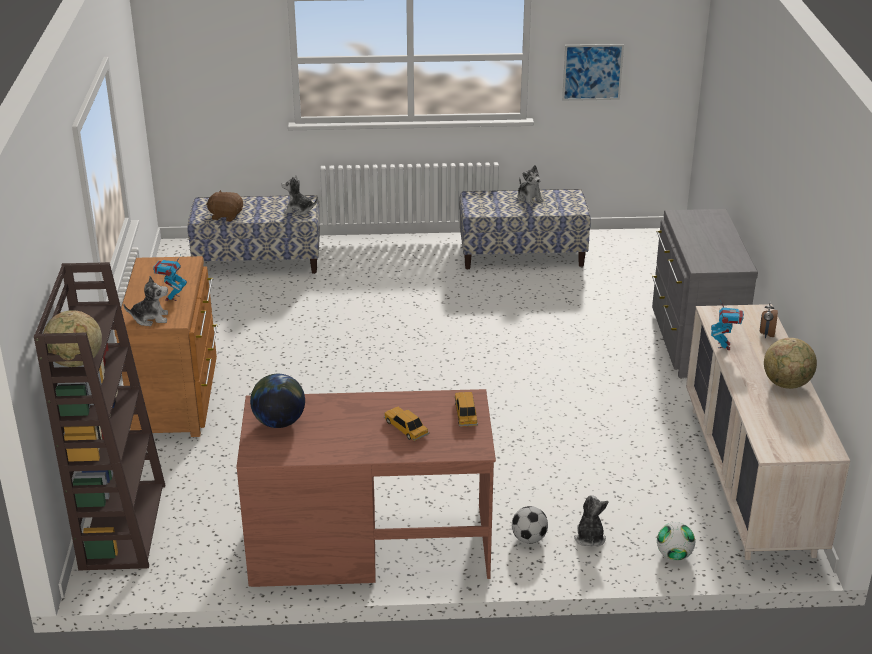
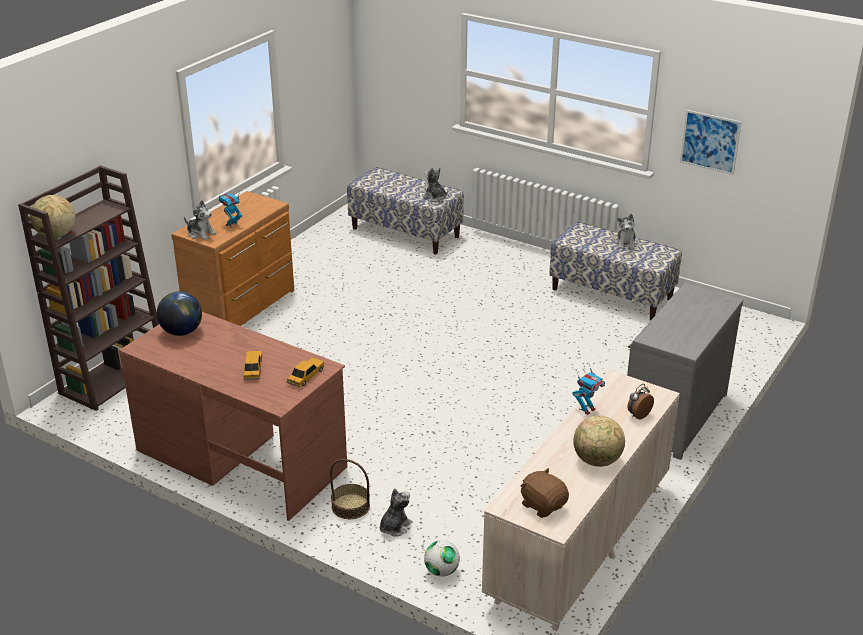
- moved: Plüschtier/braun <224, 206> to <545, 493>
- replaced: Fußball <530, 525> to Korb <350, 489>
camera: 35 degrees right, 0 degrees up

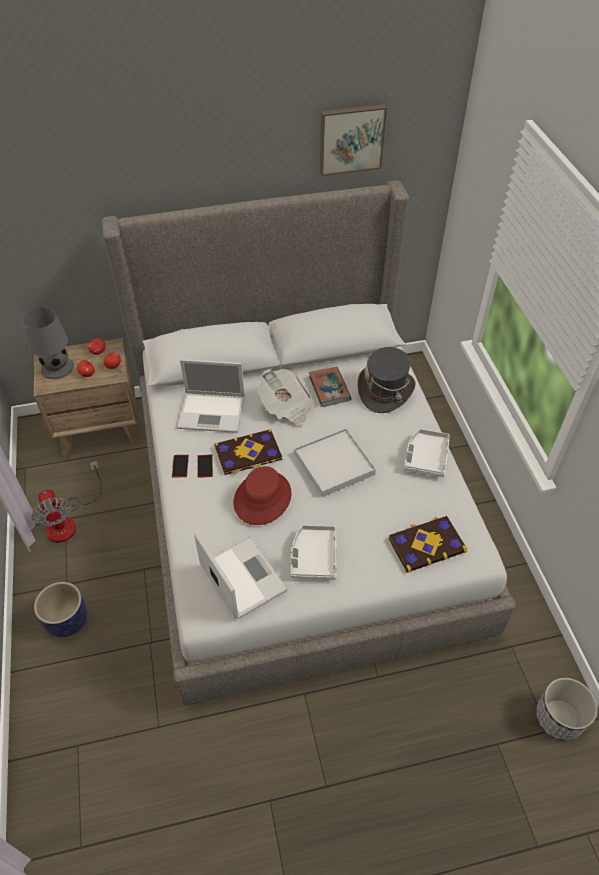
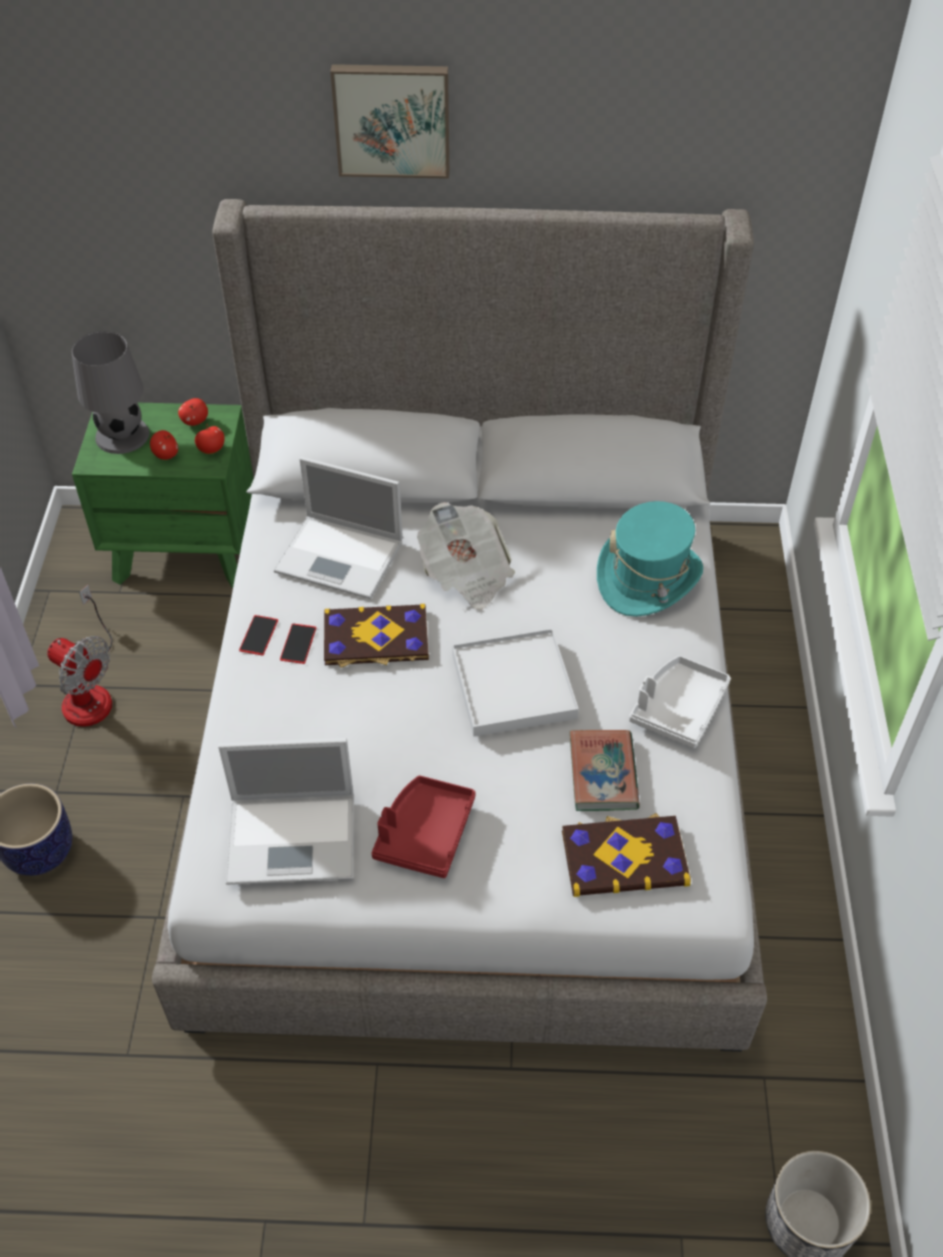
- turned: Ventilator <66, 502> = <79, 656> 45 degrees counterclockwise
- recoloured: Nachttisch/braun <87, 397> to Nachttisch/grün <163, 495>
- turned: Laptop <241, 575> = <286, 811> 105 degrees clockwise
- removed: Hut/rot <262, 495>
- recoloured: Tablett/weiß <313, 552> to Tablett/rot <423, 826>
- moved: Buch <330, 387> to <605, 770>
- moved: Bild <353, 140> to <389, 121>
- recoloured: Hut/grau <386, 380> to Hut/türkis <650, 559>
camera: 15 degrees right, 0 degrees up

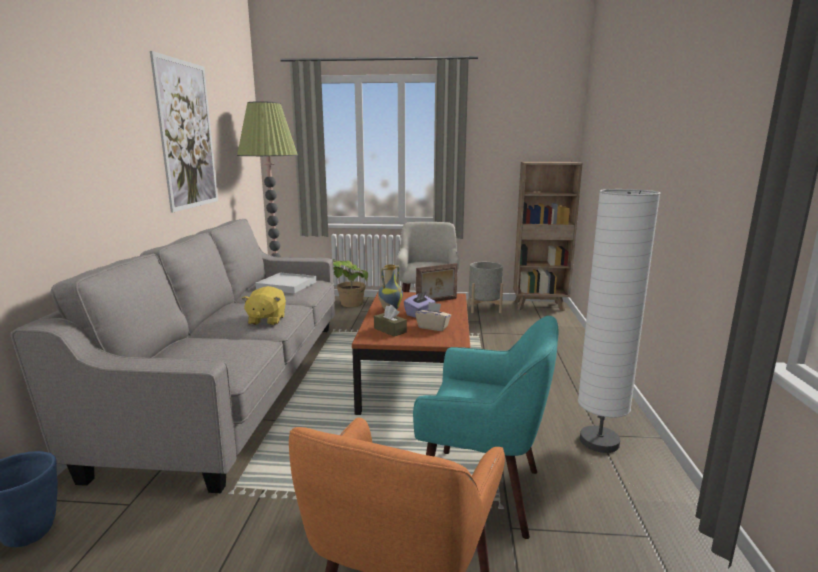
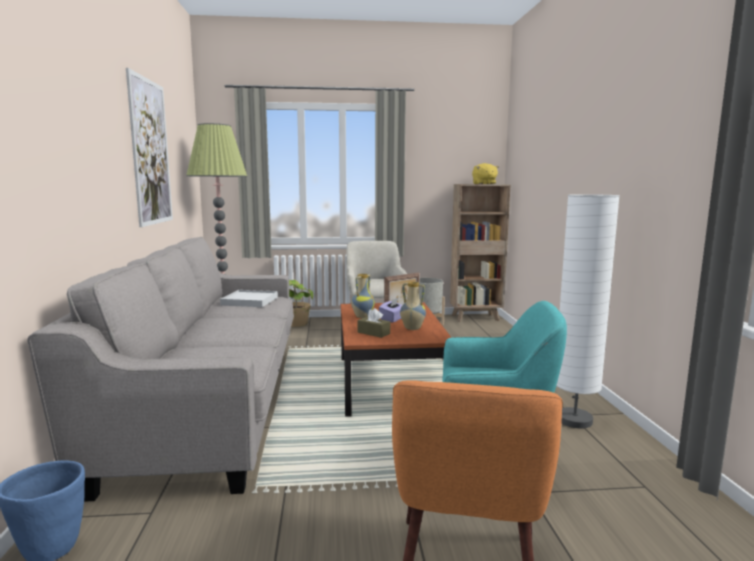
- moved: Plüschtier/gelb <264, 305> to <485, 173>
- replaced: Taschentuchbox/beige <433, 316> to Vase <413, 306>
camera: 10 degrees left, 5 degrees down

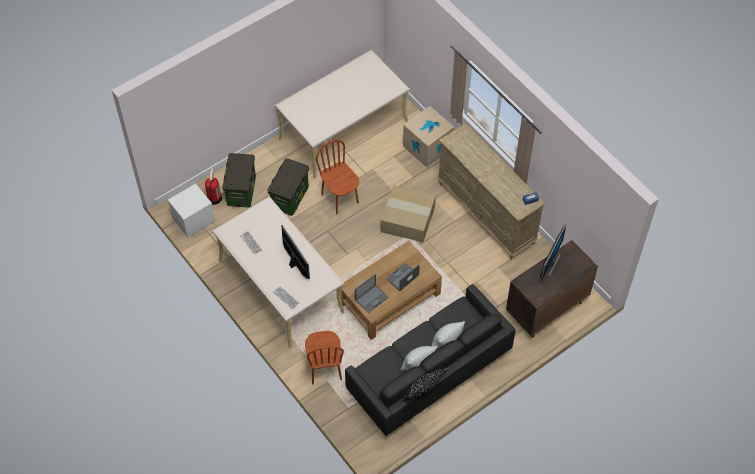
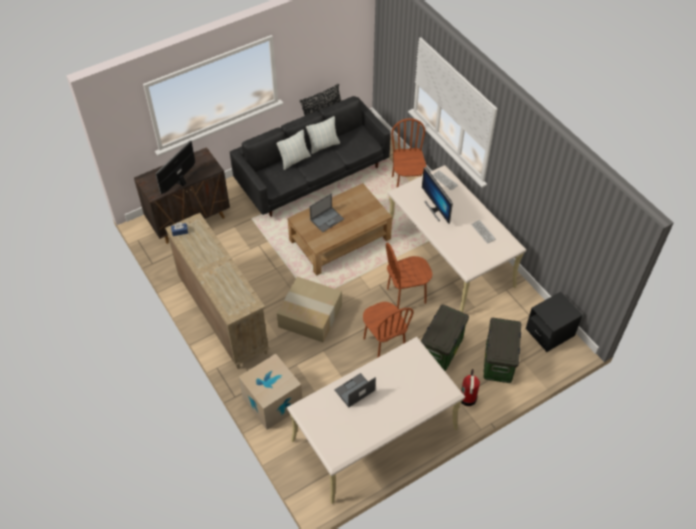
- recoloured: Nachttisch/weiß <191, 210> to Nachttisch/schwarz <554, 322>
- moved: Feuerlöscher <213, 186> to <470, 387>
- moved: Laptop <372, 293> to <355, 390>
- added: Stuhl/braun <409, 276>
camera: 175 degrees left, 5 degrees down

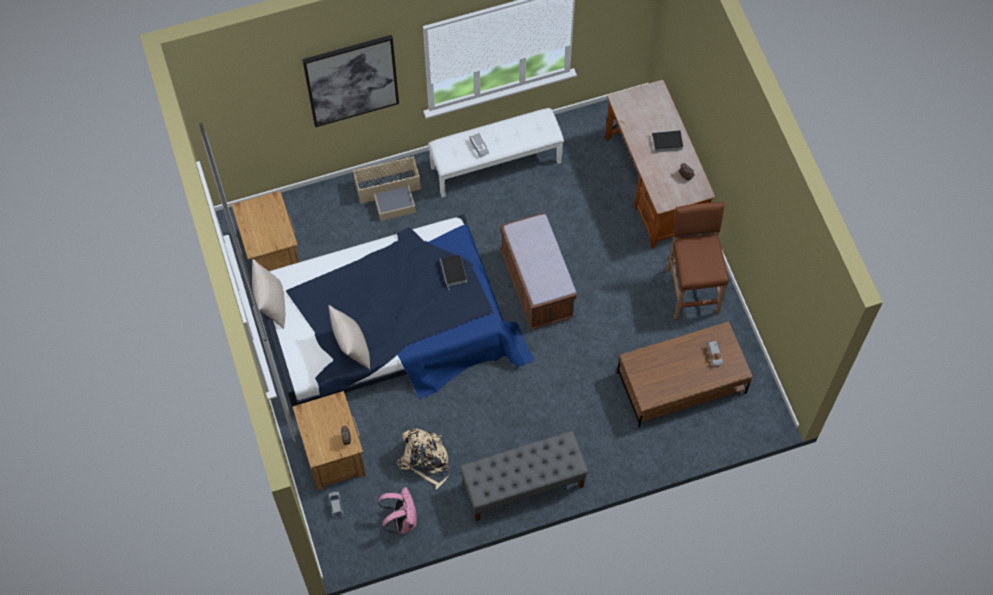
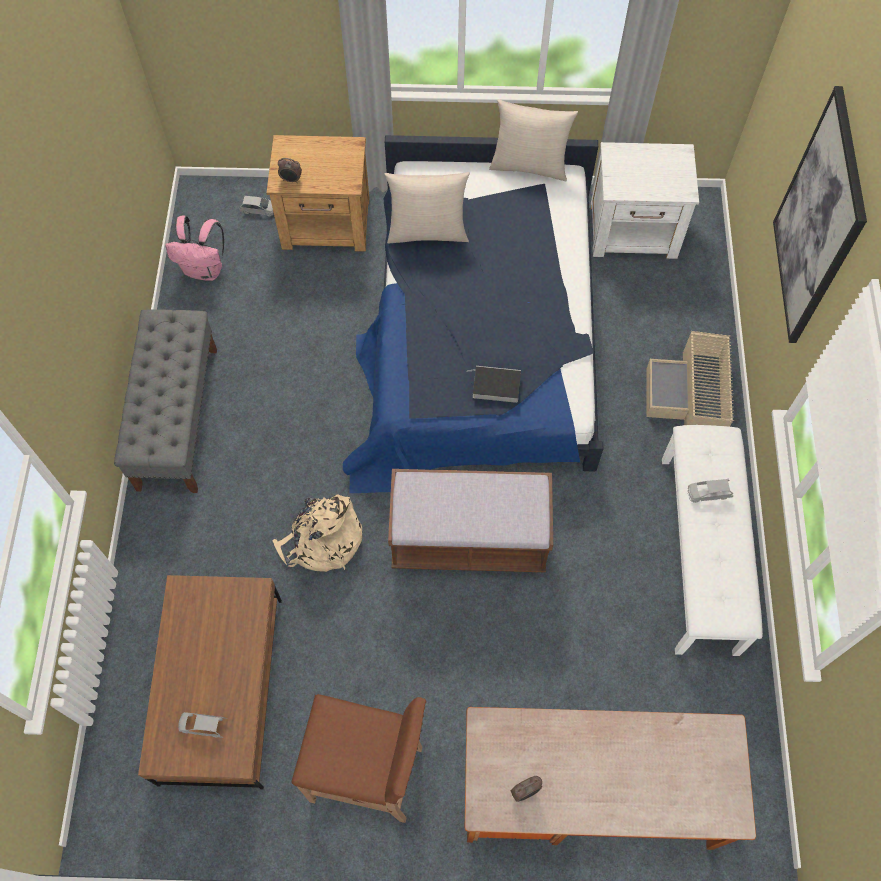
- recoloured: Nachttisch/braun <265, 231> to Nachttisch/weiß <645, 200>
- moved: Rucksack/beige <424, 459> to <317, 533>
- removed: Buch <666, 141>
camera: 110 degrees right, 0 degrees up

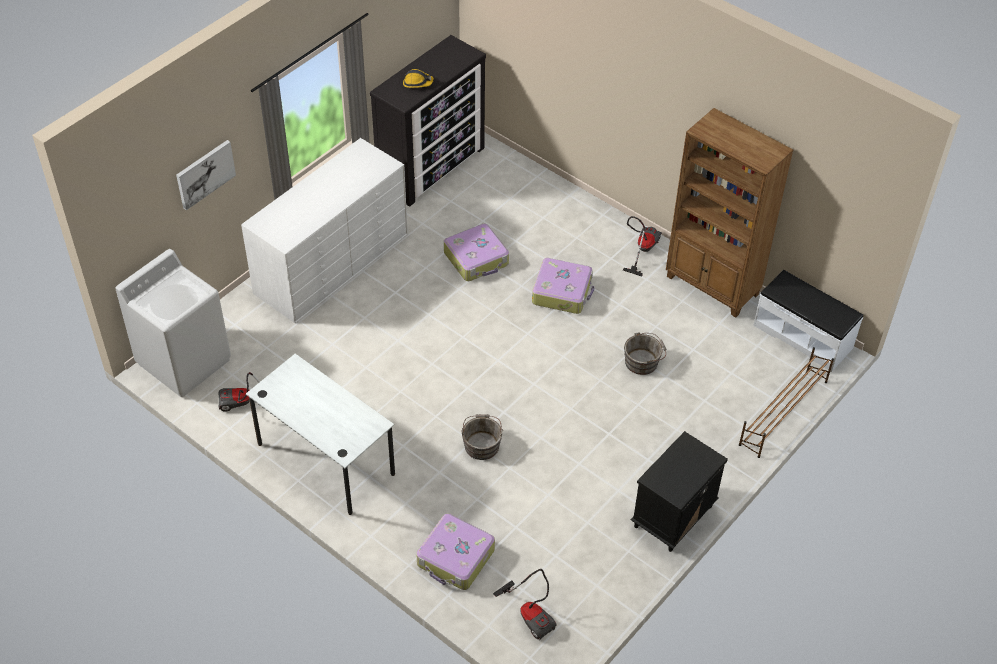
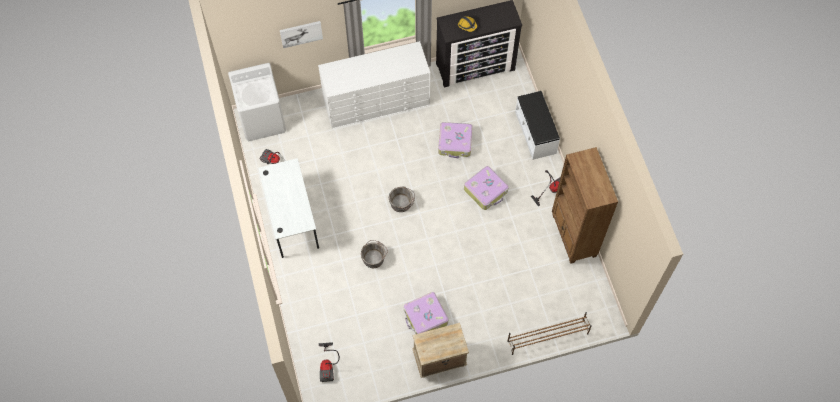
- moved: Koffer <455, 552> to <426, 313>
- moved: Eimer/grau <645, 353> to <402, 199>
- recoloured: Nachttisch/schwarz <679, 491> to Nachttisch/beige <440, 350>
- moved: Bank/weiß <808, 321> to <537, 125>
camera: 35 degrees right, 15 degrees up

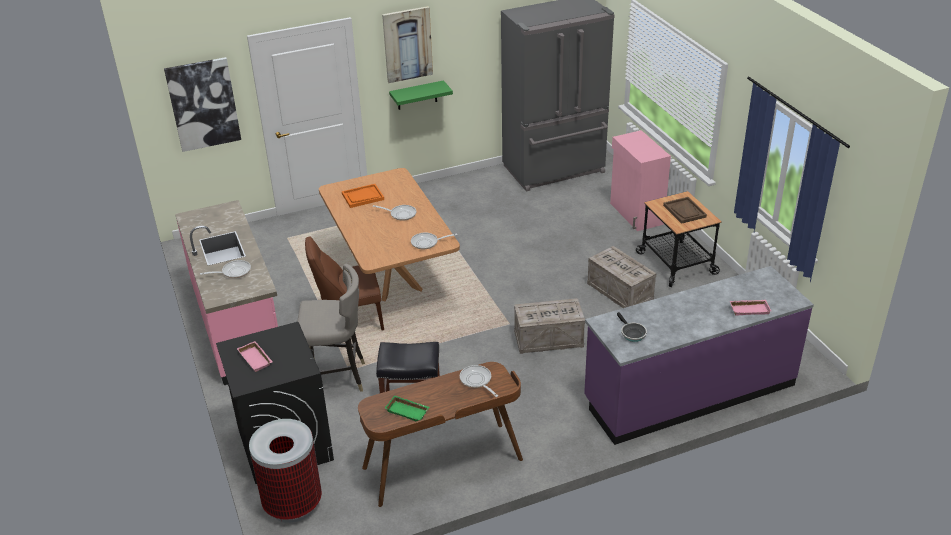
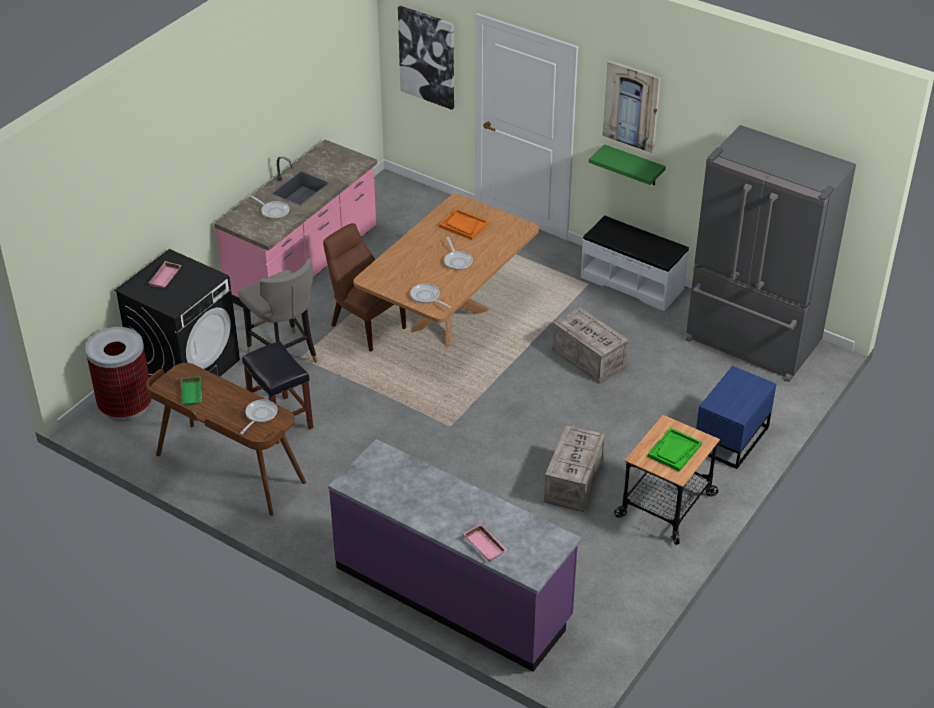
- moved: Kiste <549, 326> to <590, 345>
- replaced: Schrank/rosa <640, 180> to Nachttisch/blau <736, 417>
- removed: Pfanne <632, 327>
- recoloured: Tablett/braun <685, 210> to Tablett/grün <675, 449>
- added: Bank/weiß <635, 263>
camera: 55 degrees right, 5 degrees up

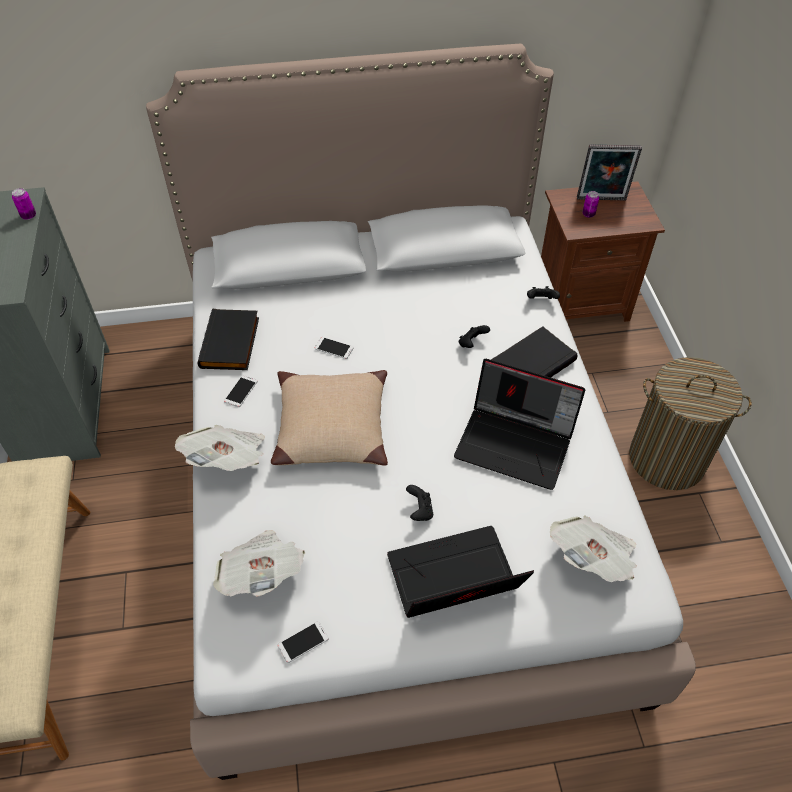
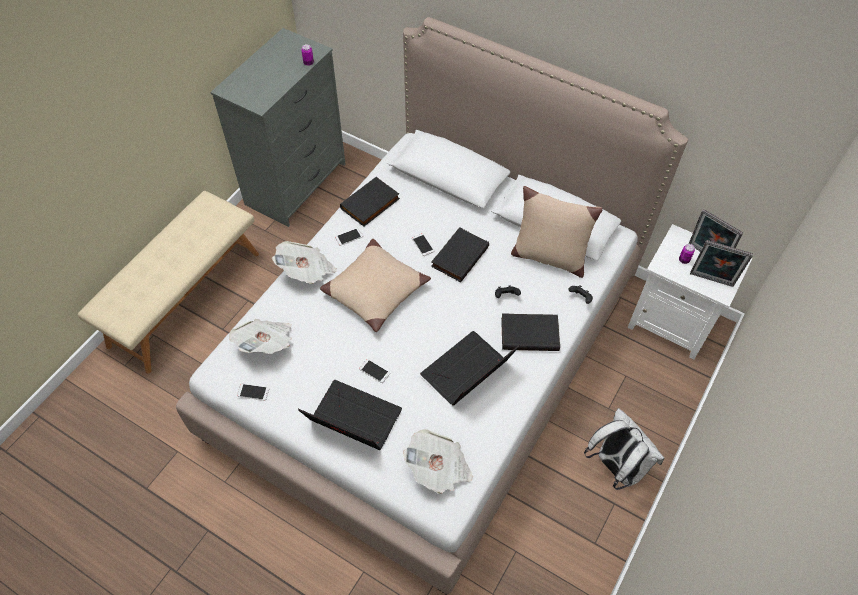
- replaced: Gamepad/schwarz <419, 503> to Handy <374, 371>
- turned: Laptop <519, 424> = <470, 368> 75 degrees clockwise
- recoloured: Nachttisch/braun <603, 251> to Nachttisch/weiß <689, 291>
- replaced: Wäschekorb <690, 423> to Rucksack/weiß <624, 449>
- added: Buch/schwarz <460, 254>
- added: Kissen/beige <556, 232>
- added: Bilderrahmen <721, 263>
camera: 40 degrees right, 5 degrees up

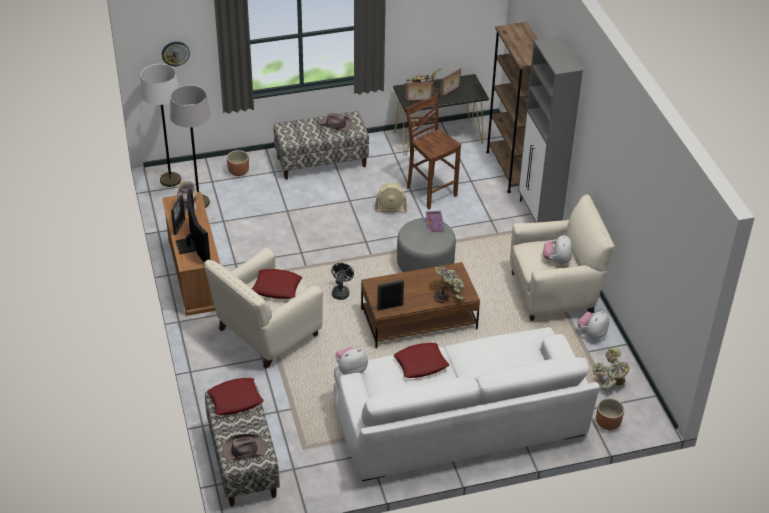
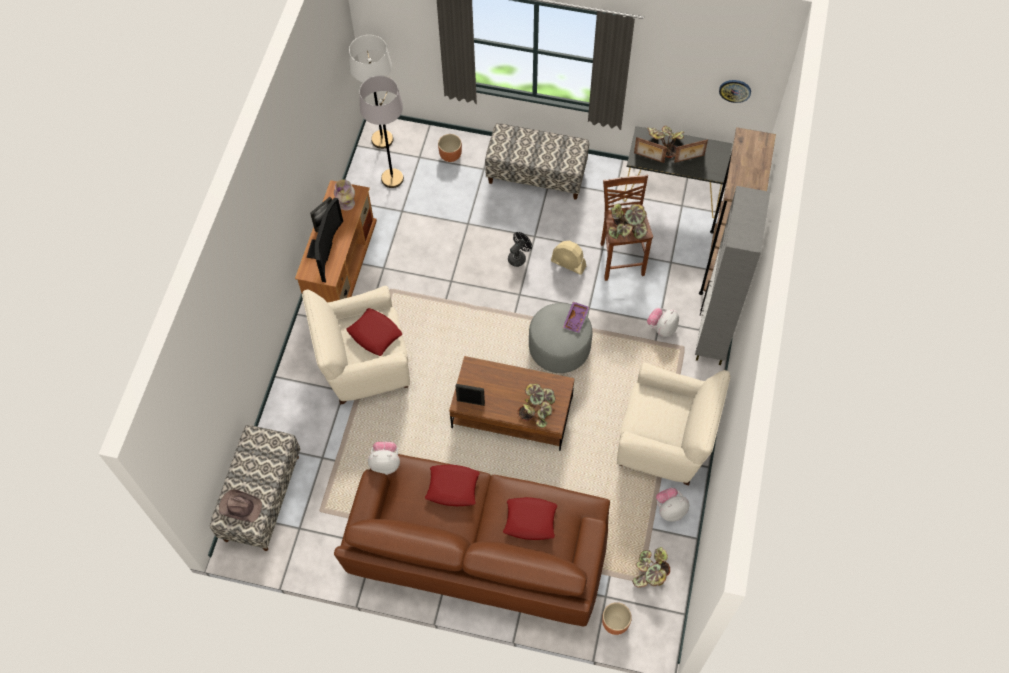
- moved: Wanduhr <176, 53> to <735, 91>
- moved: Kissen/rot <235, 396> to <530, 518>
- removed: Hut/braun <336, 122>
- moved: Ventilator/schwarz <343, 281> to <520, 249>
- recoloured: Sofa/weiß <466, 404> to Sofa/braun <472, 540>
- moved: Plüschtier <557, 249> to <663, 322>
- added: Topfpflanze <628, 221>
camera: 30 degrees right, 20 degrees up

